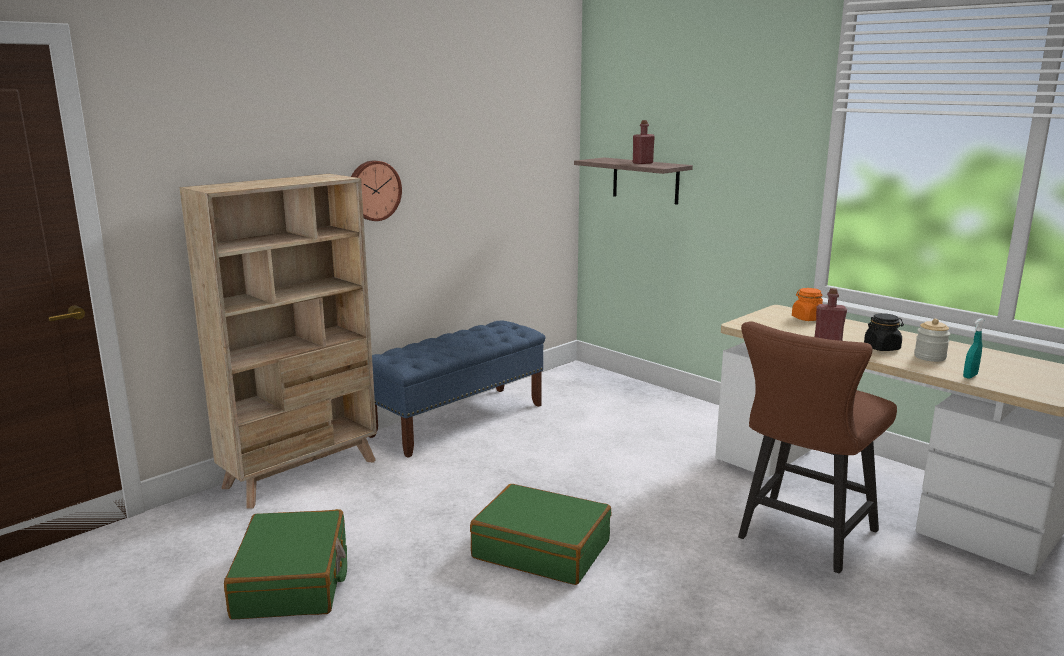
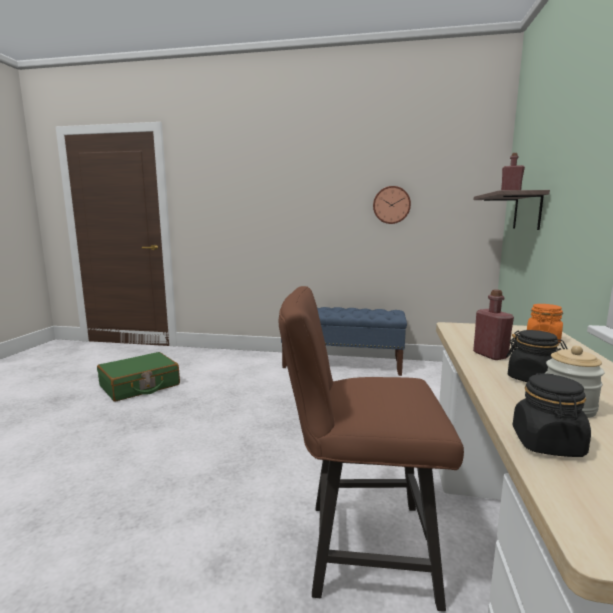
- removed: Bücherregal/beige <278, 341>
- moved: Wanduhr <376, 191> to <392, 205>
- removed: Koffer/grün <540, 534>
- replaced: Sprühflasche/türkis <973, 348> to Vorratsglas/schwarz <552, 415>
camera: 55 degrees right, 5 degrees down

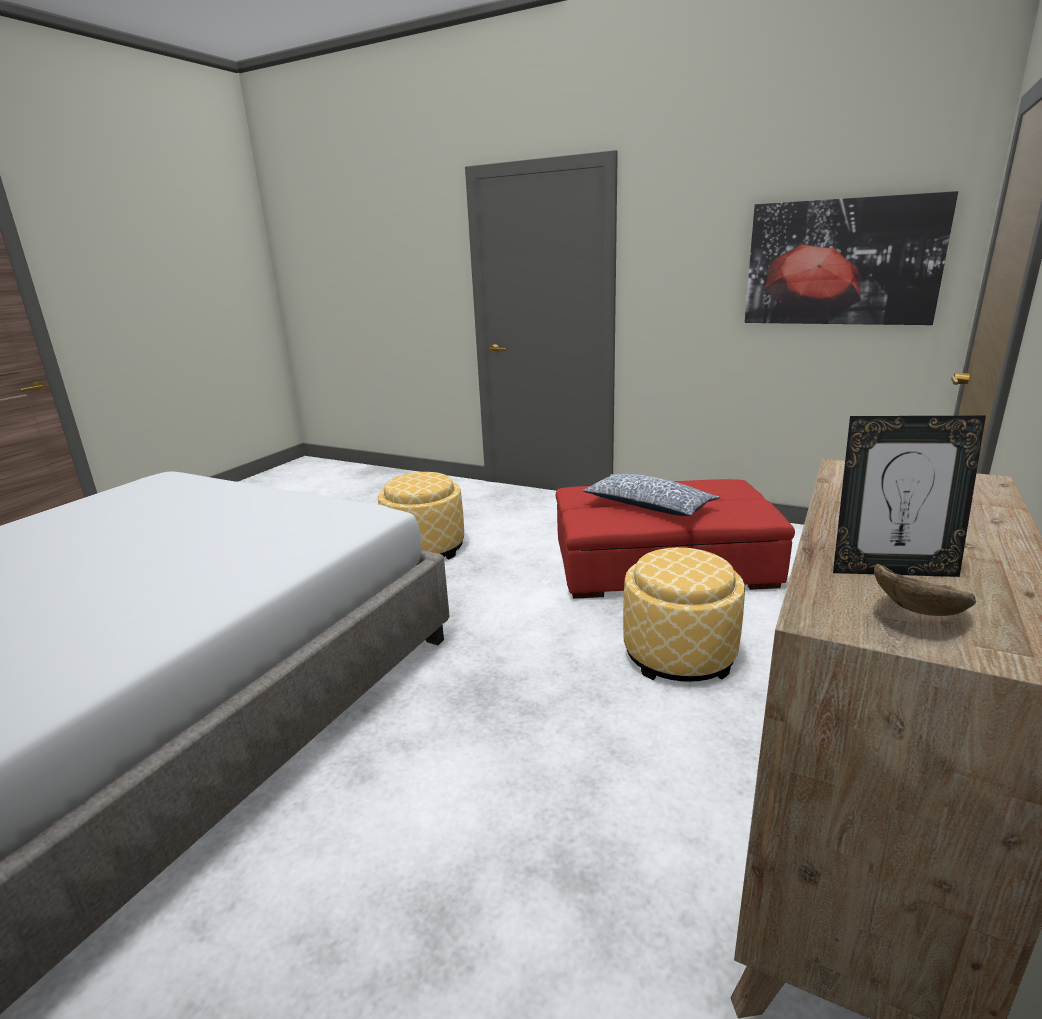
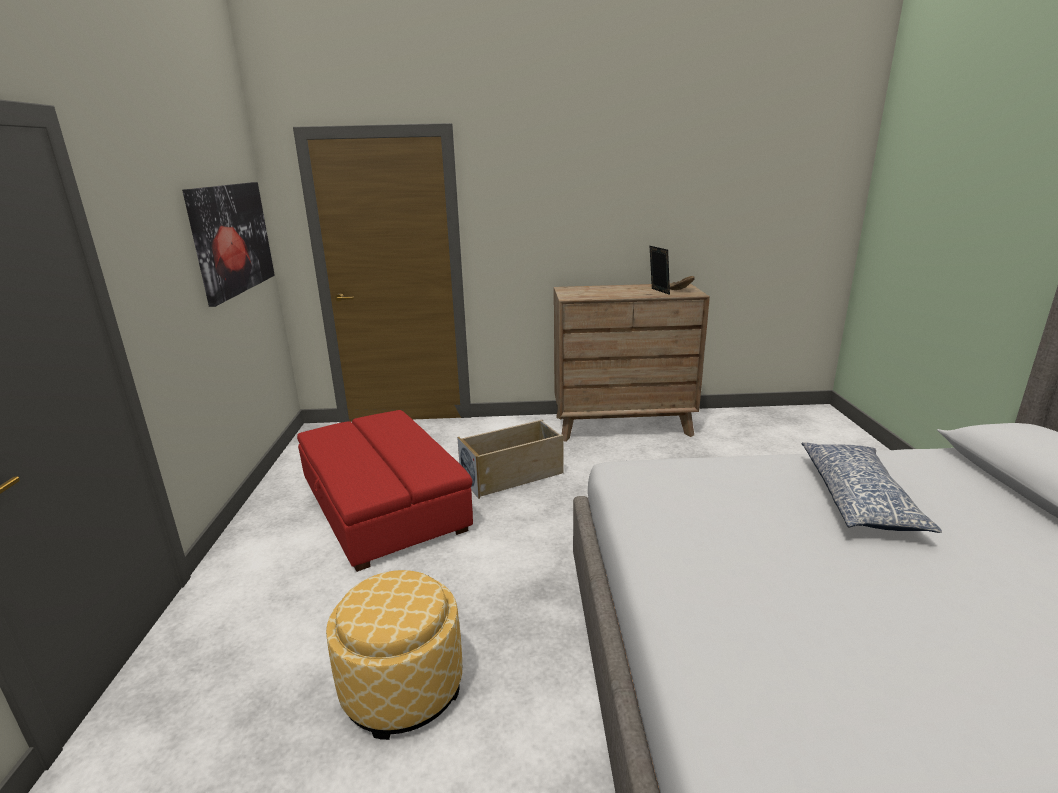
- moved: Kissen <651, 495> to <872, 487>
- replaced: Polsterhocker <684, 614> to Aufbewahrungsbox/beige <510, 459>
camera: 120 degrees left, 0 degrees up

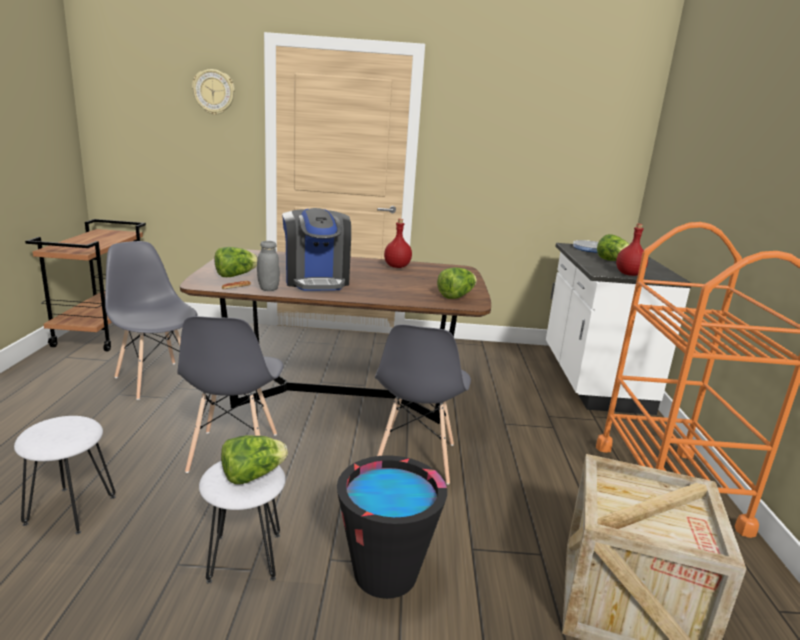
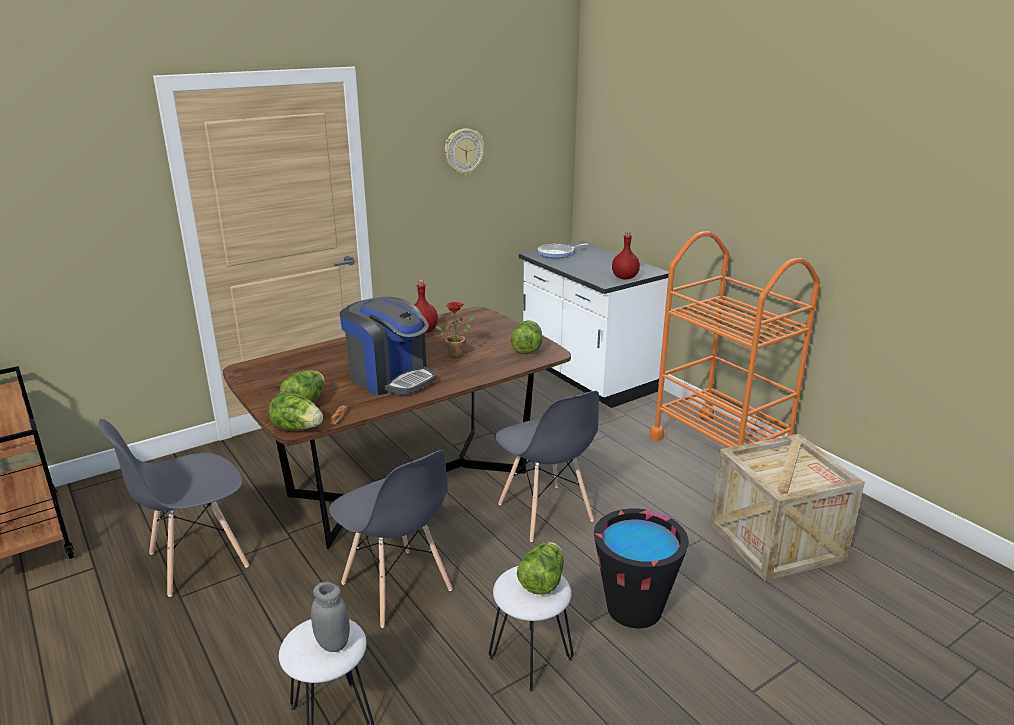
- turned: Stuhl/grau <151, 320> = <173, 508> 45 degrees counterclockwise
- moved: Wanduhr <213, 92> to <464, 152>
- moved: Vorratsglas/grau <268, 266> to <330, 617>
- moved: Salatkopf <613, 247> to <296, 410>
- added: Topfpflanze <455, 330>
camera: 35 degrees left, 5 degrees up

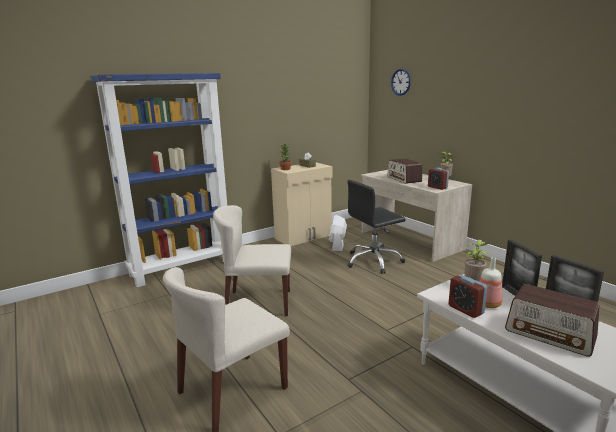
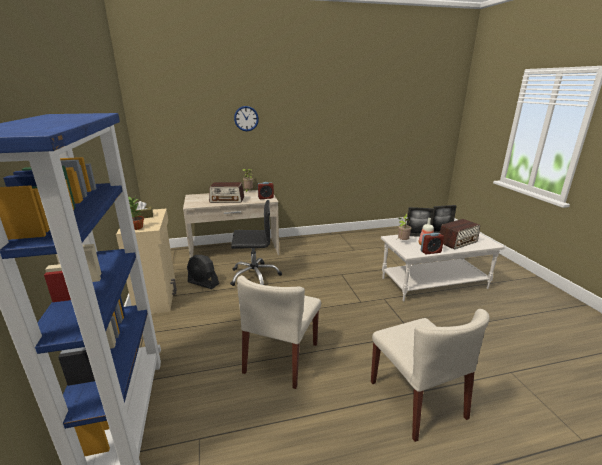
- recoloured: Ventilator/weiß <338, 233> to Ventilator/schwarz <203, 272>
- turned: Bürostuhl/schwarz <376, 227> = <256, 243> 90 degrees counterclockwise
- moved: Wanduhr <401, 82> to <246, 118>
camera: 70 degrees left, 5 degrees up

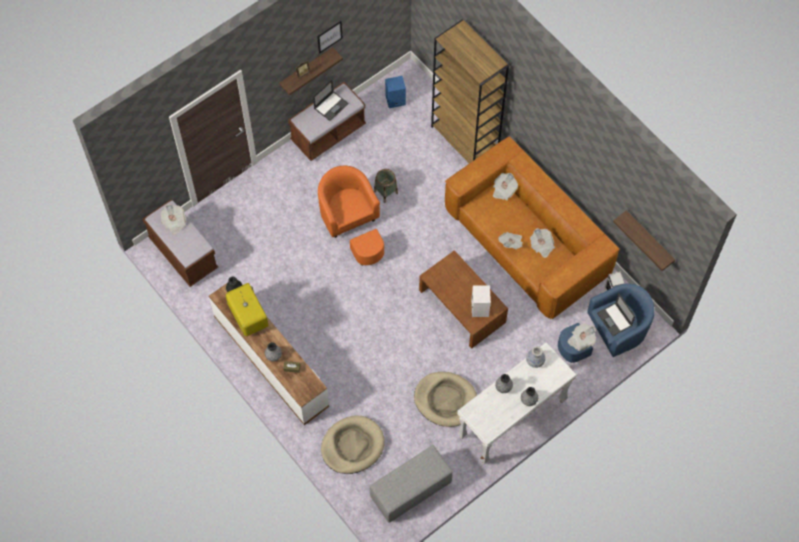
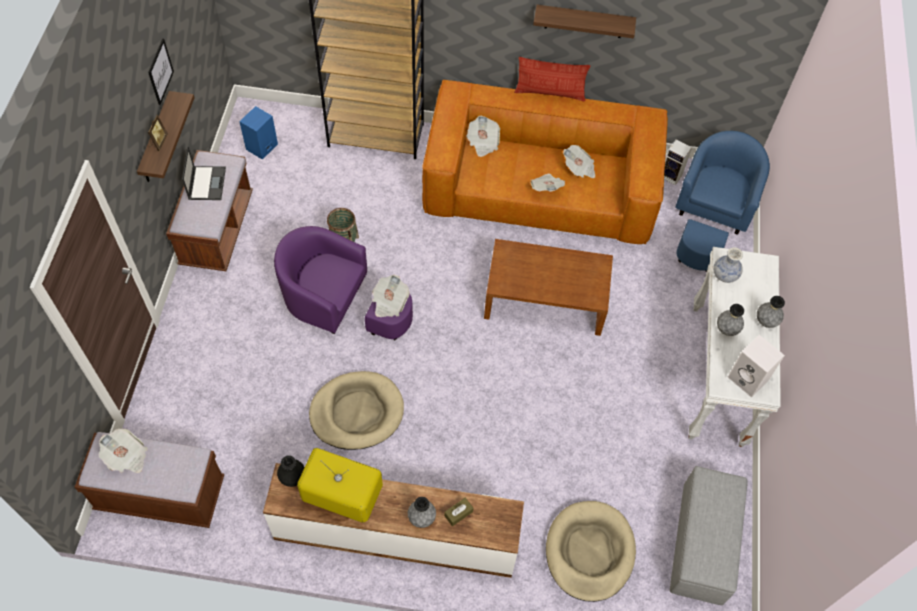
- recoloured: Sessel/orange <351, 215> to Sessel/lila <343, 283>
- moved: Hundebett/beige <445, 399> to <356, 410>
- moved: Lautsprecher/weiß <481, 301> to <756, 366>
- moved: Zeitung <582, 337> to <390, 296>
- removed: Laptop <616, 314>
- moved: Wandregal <644, 240> to <584, 21>
- added: Kissen <552, 79>
camera: 45 degrees left, 5 degrees down

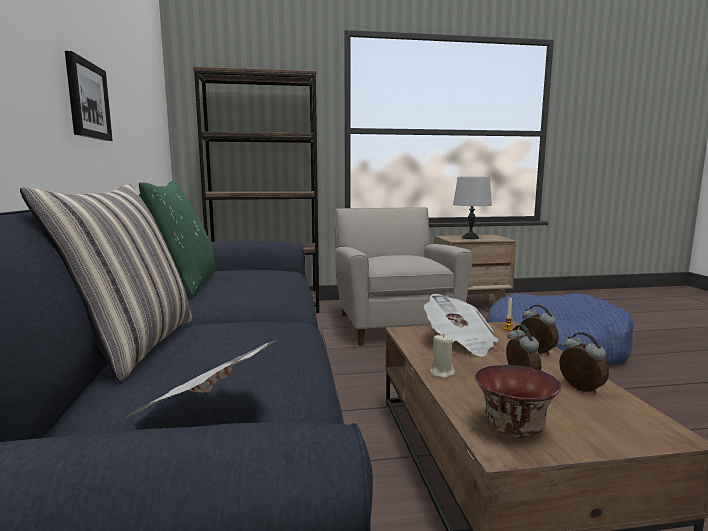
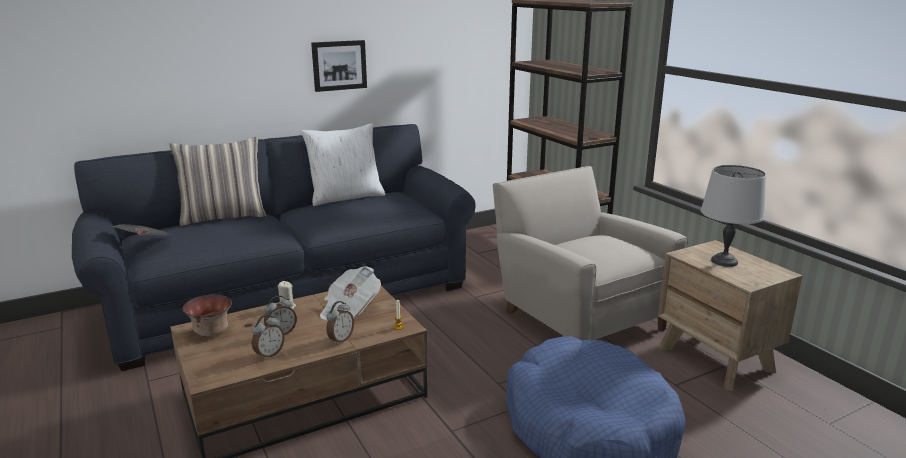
- recoloured: Kissen/grün <177, 239> to Kissen/weiß <343, 164>
- turned: Sessel/beige <403, 276> = <590, 253> 90 degrees counterclockwise
camera: 70 degrees right, 10 degrees up

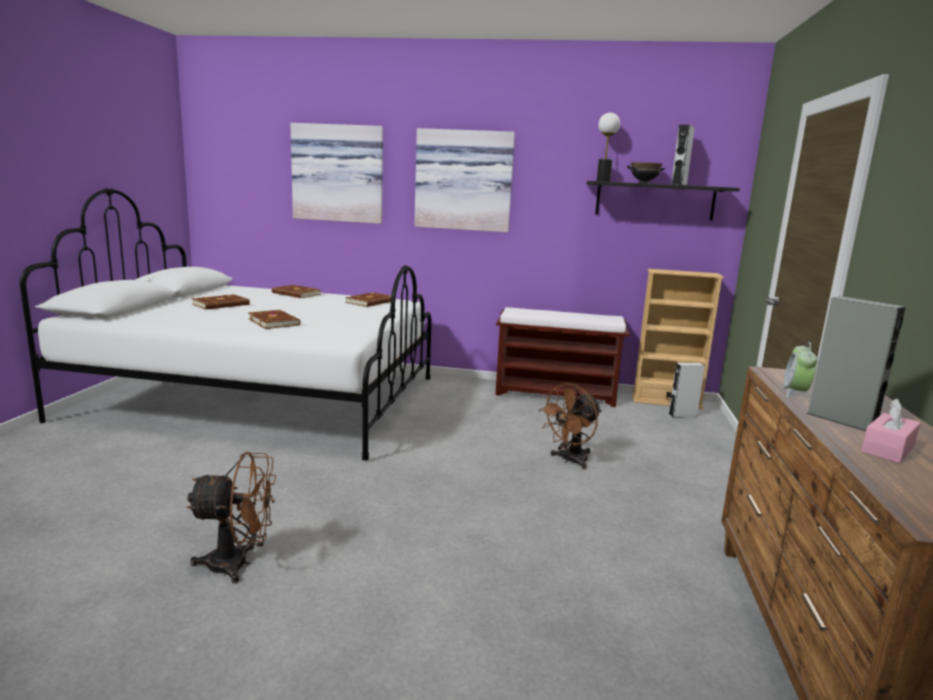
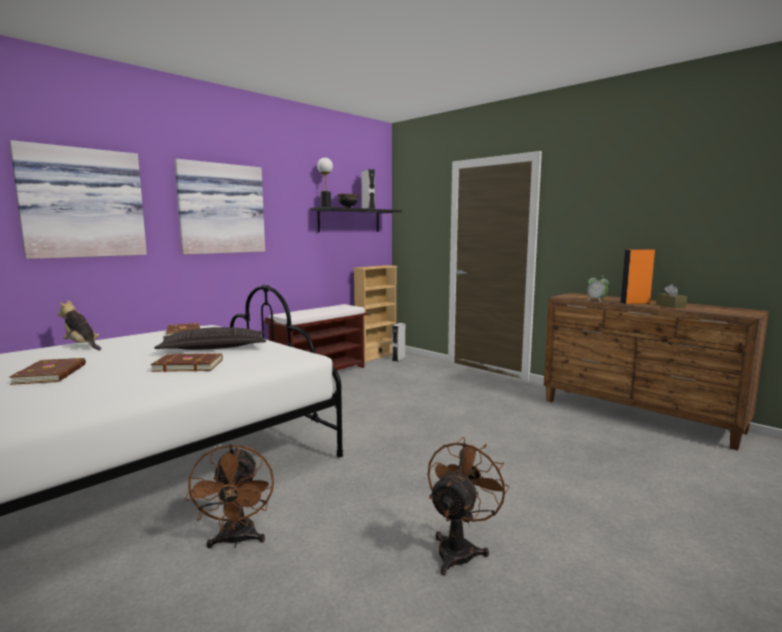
- replaced: Buch/braun <296, 291> to Plüschtier <79, 325>
- moved: Ventilator/braun <570, 426> to <229, 496>
- recoloured: Lautsprecher/grau <855, 363> to Lautsprecher/orange <638, 276>
- recoloured: Taschentuchbox/rosa <890, 431> to Taschentuchbox/braun <671, 296>
- added: Kissen <210, 338>
camera: 55 degrees left, 5 degrees down

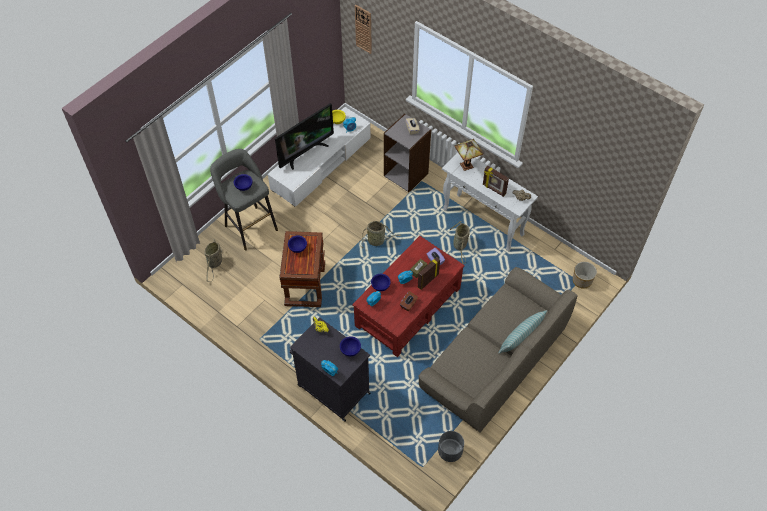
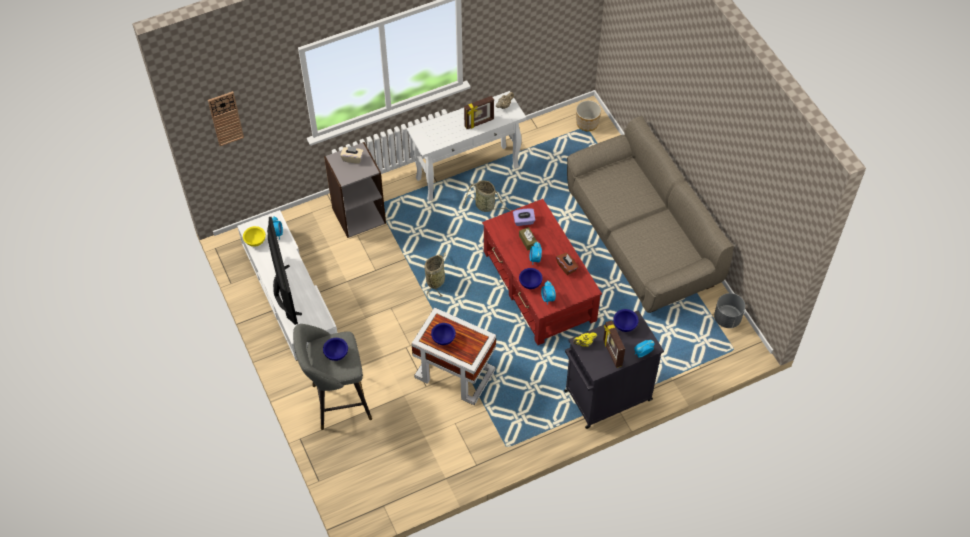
- removed: Korb <213, 260>
- recoloured: Beistelltisch/braun <302, 269> to Beistelltisch/weiß <453, 356>
- moved: Bilderrahmen <429, 273> to <614, 344>
- removed: Tischlampe <469, 155>
- removed: Kissen <523, 332>
camera: 65 degrees left, 0 degrees up

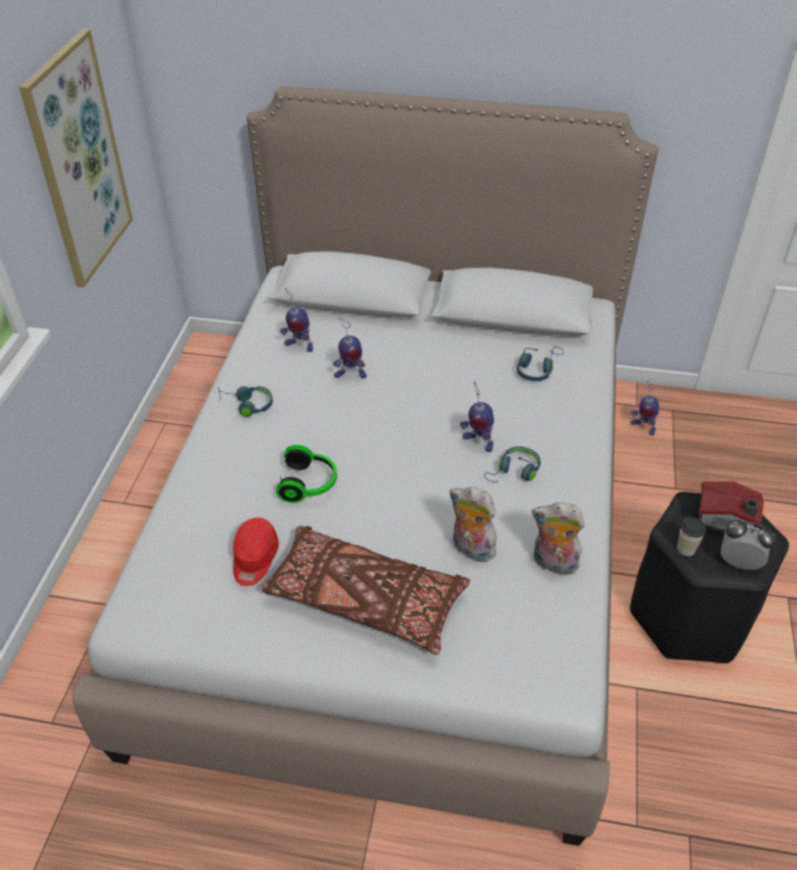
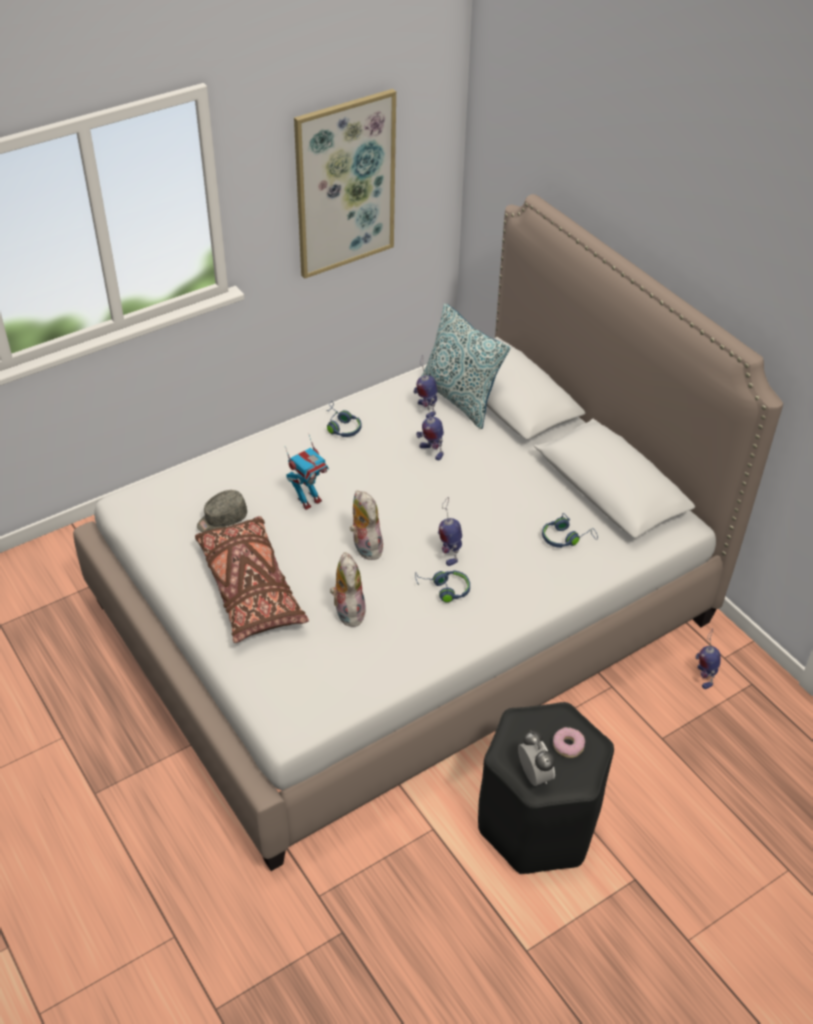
- recoloured: Kappe/rot <256, 552> to Kappe/grau <222, 511>
- replaced: Kopfhörer <306, 474> to Spielzeugroboter <307, 472>
- moved: Plüschtier <558, 540> to <367, 525>
- removed: Tasse <691, 536>
- replaced: Spielzeughaus <731, 507> to Donut <569, 742>
- added: Kissen <465, 366>
camera: 45 degrees right, 0 degrees up

